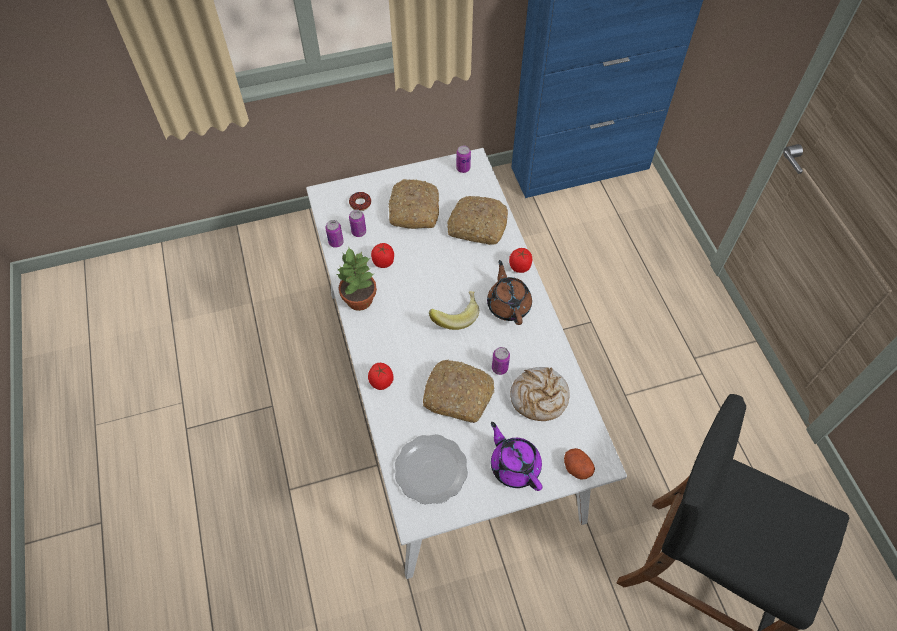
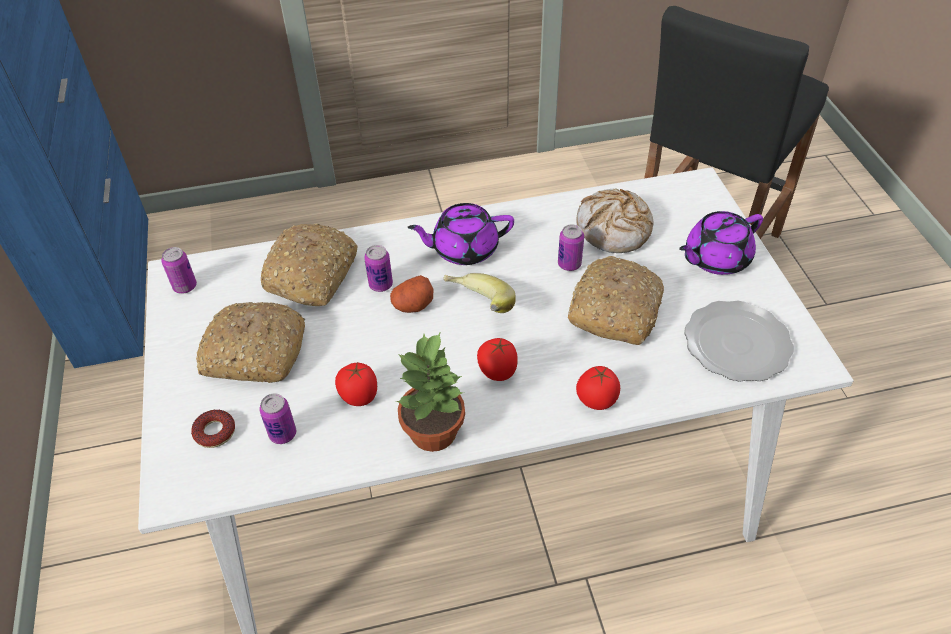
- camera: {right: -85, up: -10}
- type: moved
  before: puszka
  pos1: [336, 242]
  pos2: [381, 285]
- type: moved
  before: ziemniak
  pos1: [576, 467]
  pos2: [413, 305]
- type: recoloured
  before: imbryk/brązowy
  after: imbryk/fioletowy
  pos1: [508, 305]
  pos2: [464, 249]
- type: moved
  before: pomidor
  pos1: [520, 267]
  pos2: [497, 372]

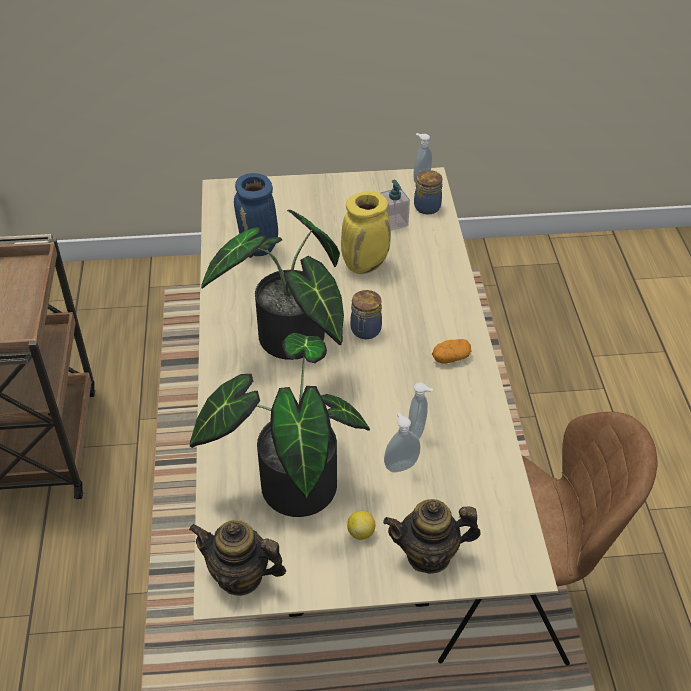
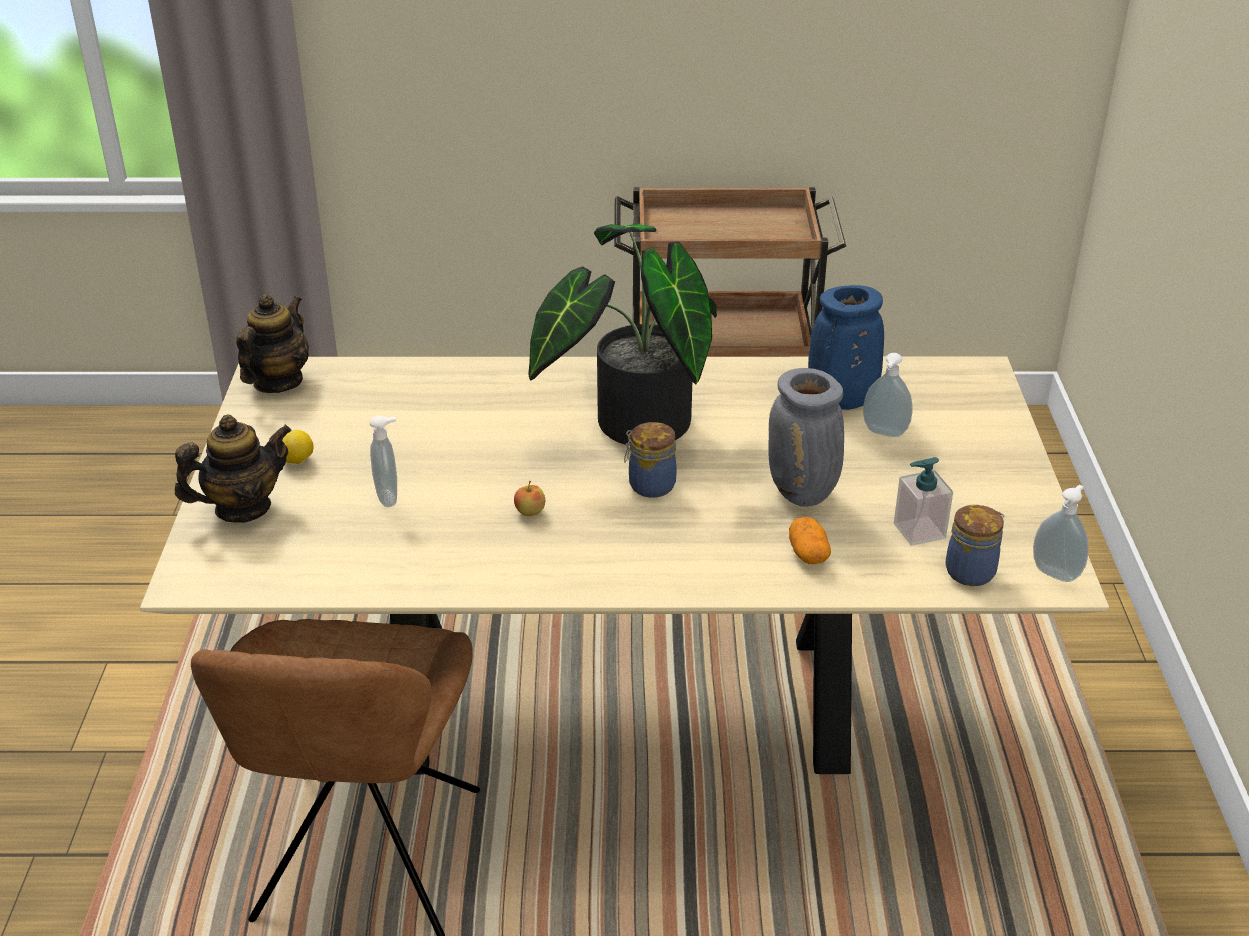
- camera: {right: 95, up: -10}
- type: turned
  before: imbryk
  pos1: [429, 555]
  pos2: [242, 508]
  turn: 60
- type: added
  after: jabłko
  pos2: [530, 512]
- type: recoloured
  before: wazon/żółty
  after: wazon/szary
  pos1: [365, 265]
  pos2: [803, 494]
- type: moved
  before: ziemniak
  pos1: [450, 358]
  pos2: [808, 553]
- type: moved
  before: dozownik mydła
  pos1: [418, 432]
  pos2: [884, 433]
- type: removed
  before: roślina doniczkowa
  pos1: [290, 483]

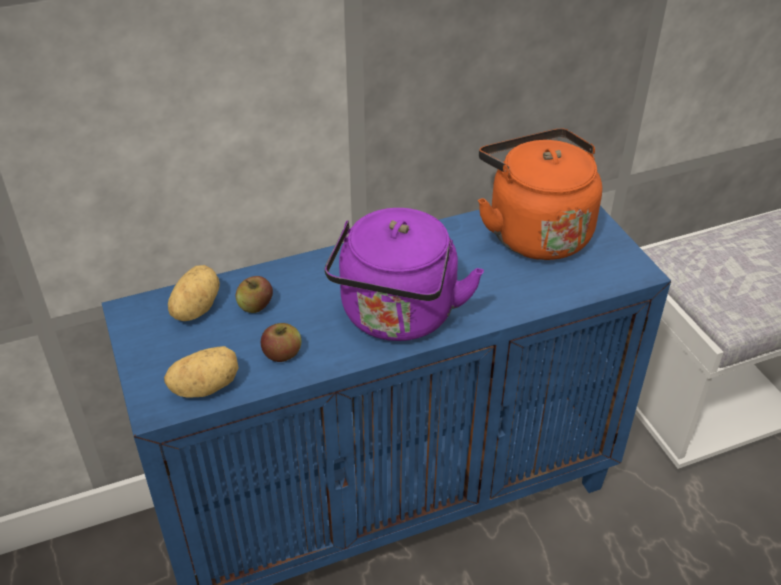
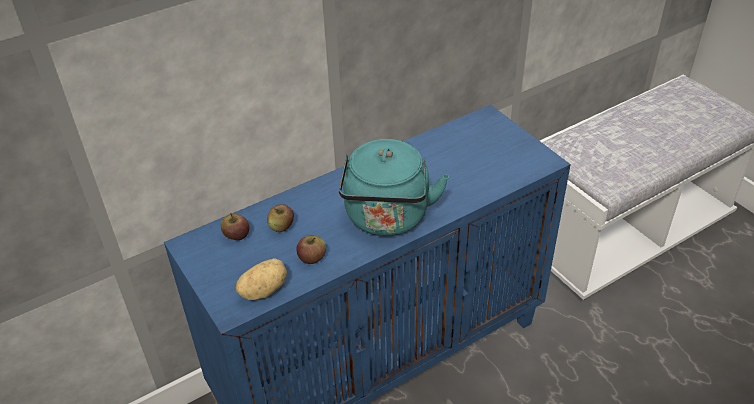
- camera: {right: -10, up: 0}
- type: replaced
  before: ziemniak
  after: jabłko
  pos1: [194, 309]
  pos2: [236, 235]
- type: recoloured
  before: czajnik/fioletowy
  after: czajnik/turkusowy
  pos1: [397, 317]
  pos2: [387, 219]
- type: removed
  before: czajnik/pomarańczowy
  pos1: [534, 231]

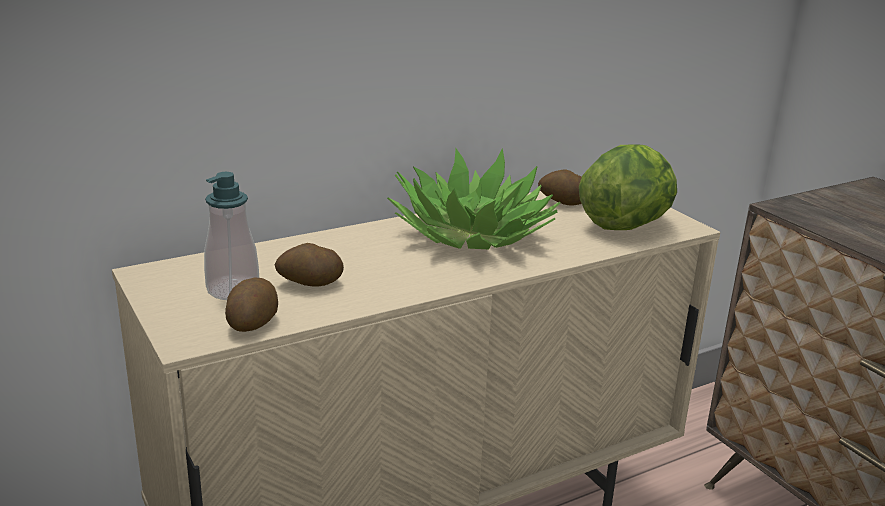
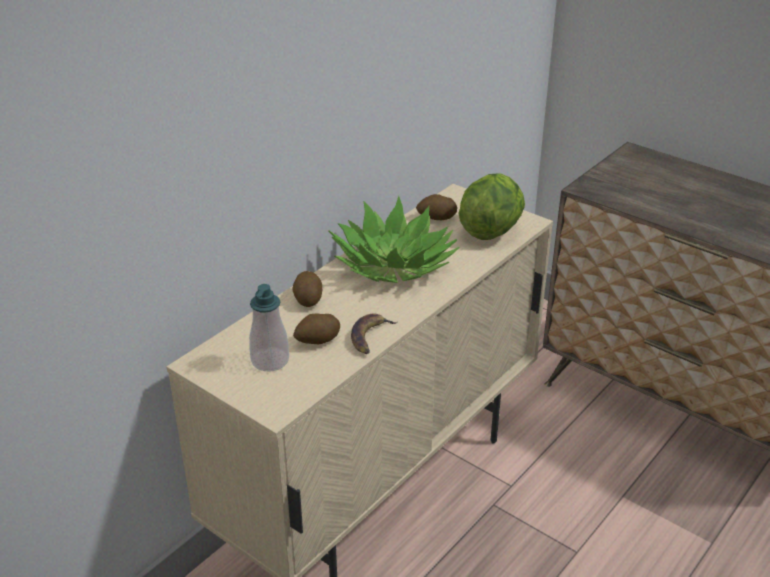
- camera: {right: -20, up: 10}
- type: moved
  before: ziemniak
  pos1: [252, 322]
  pos2: [308, 299]
- type: added
  after: banan
  pos2: [370, 337]

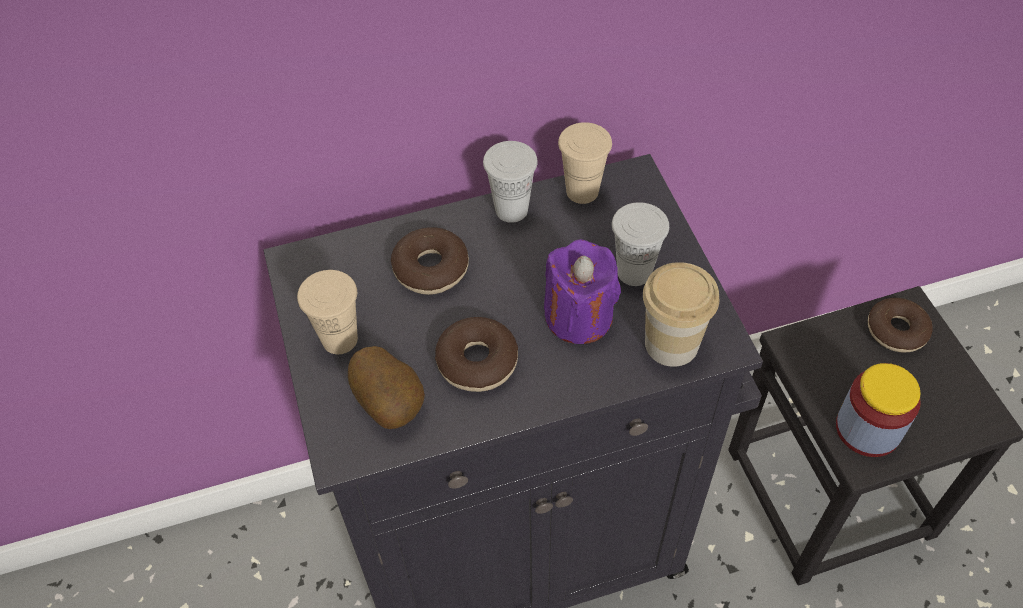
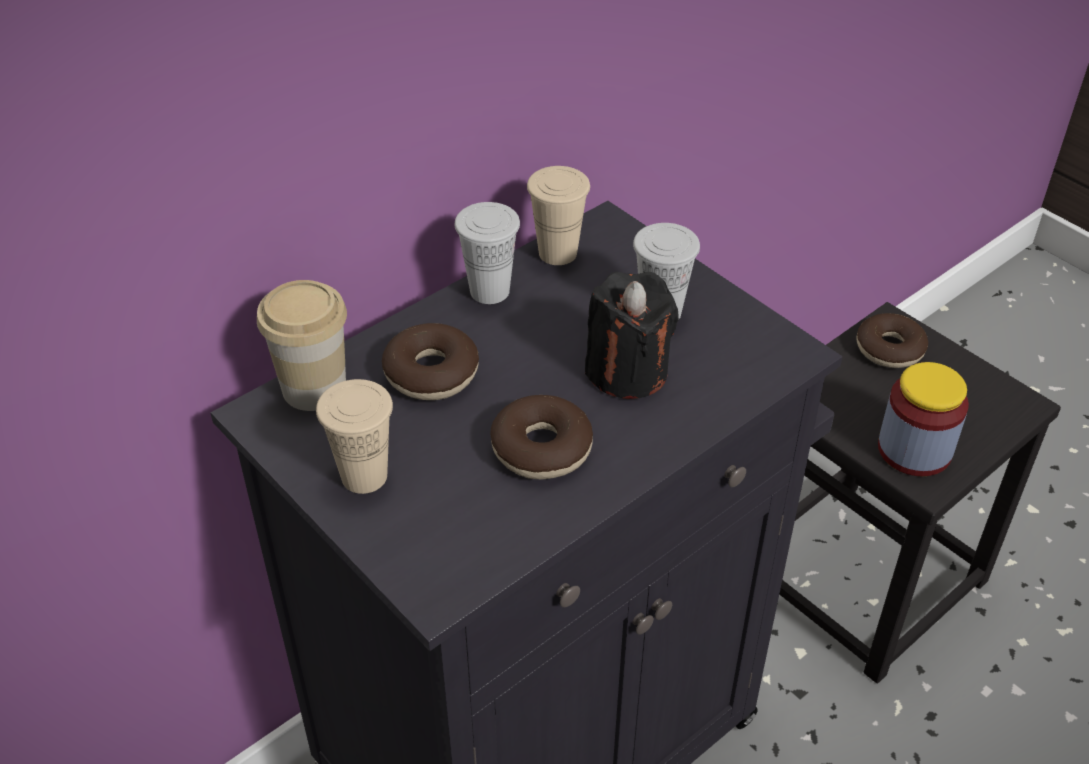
- camera: {right: -25, up: -10}
- type: moved
  before: filiżanka
  pos1: [671, 344]
  pos2: [314, 388]
- type: recoloured
  before: świeca/fioletowy
  after: świeca/czarny
  pos1: [579, 316]
  pos2: [627, 371]
- type: removed
  before: ziemniak
  pos1: [391, 404]

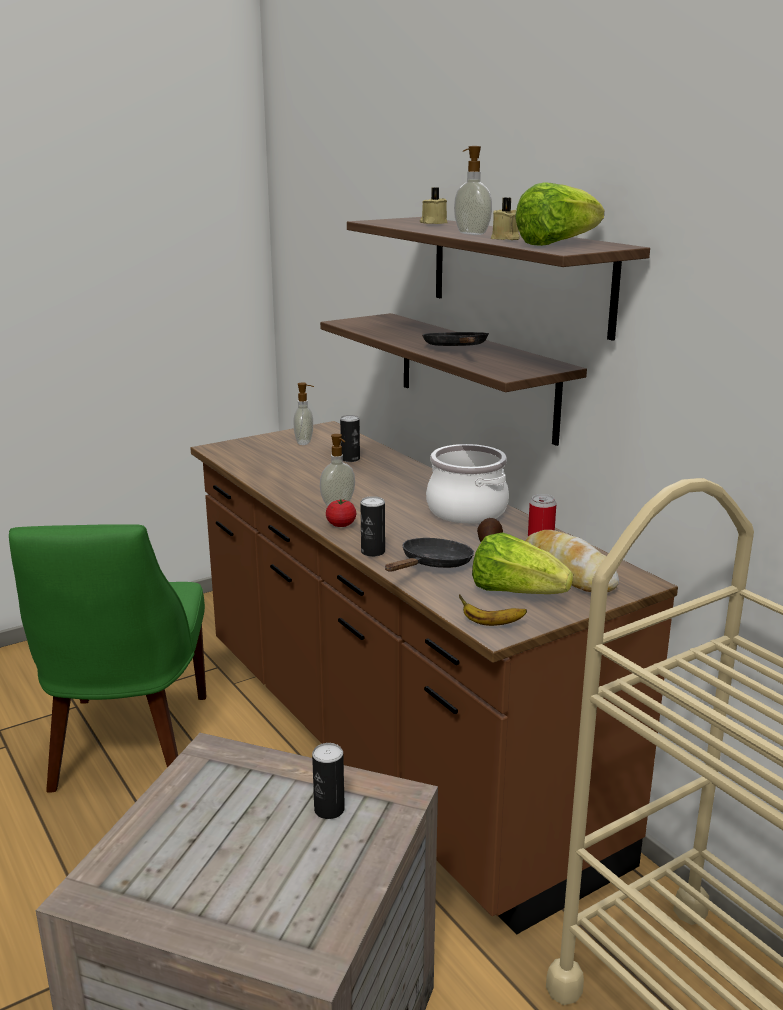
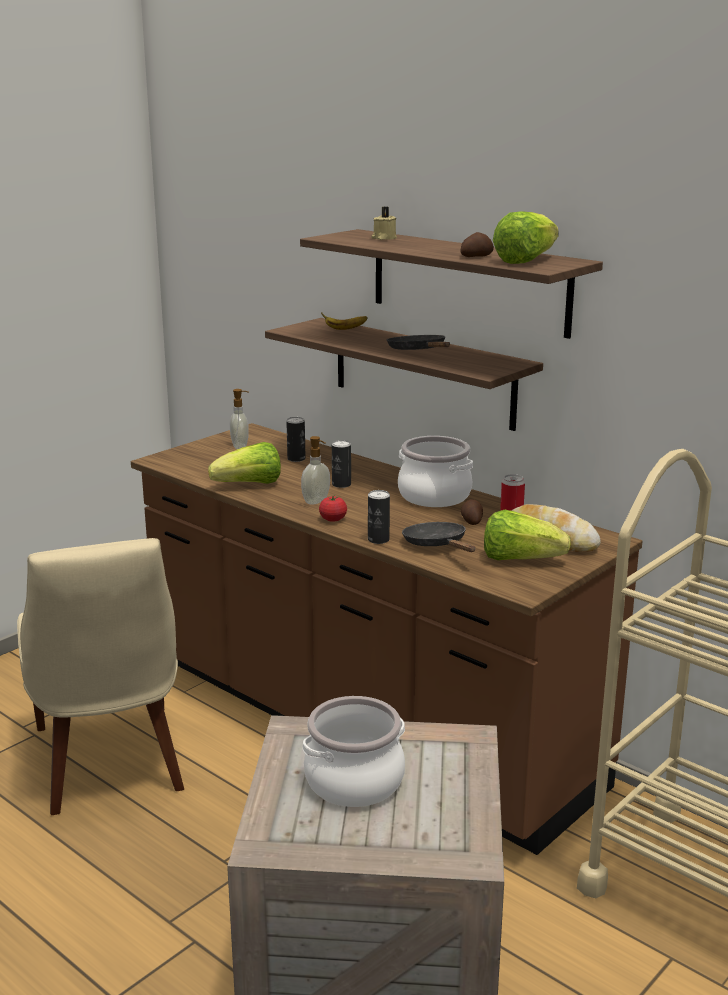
- camera: {right: -15, up: 0}
- type: recoloured
  before: krzesło/zielony
  after: krzesło/beżowy
  pos1: [128, 747]
  pos2: [110, 763]
- type: added
  after: sałata
  pos2: [249, 485]
- type: added
  after: garnek
  pos2: [354, 781]
- type: moved
  before: banan
  pos1: [491, 623]
  pos2: [344, 329]
- type: moved
  before: puszka
  pos1: [329, 809]
  pos2: [341, 484]
- type: turned
  before: patelnia/czarny
  pos1: [433, 565]
  pos2: [437, 545]
  turn: -45
- type: replaced
  before: świeca/beżowy
  after: ziemniak
  pos1: [505, 238]
  pos2: [476, 256]
- type: removed
  before: dozownik mydła
  pos1: [471, 234]

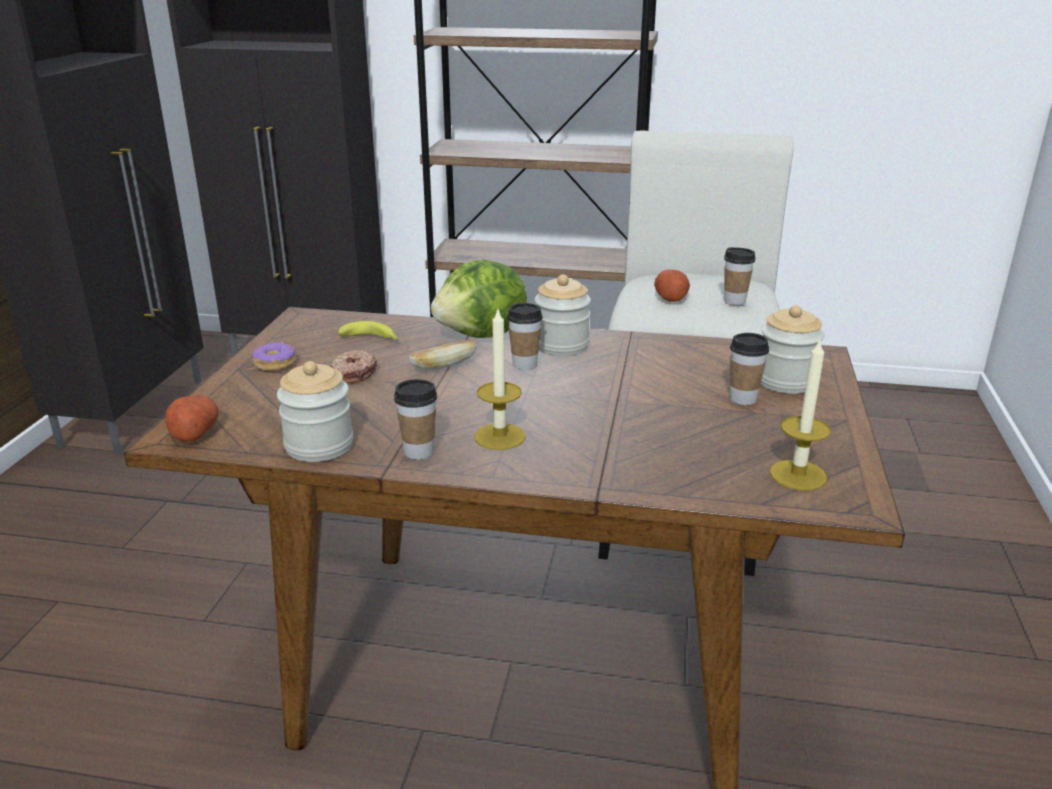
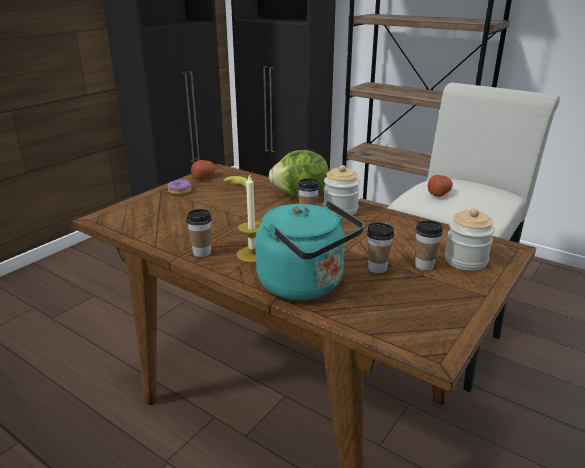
- camera: {right: 25, up: 0}
- type: moved
  before: ziemniak
  pos1: [194, 432]
  pos2: [203, 177]
- type: added
  after: czajnik/turkusowy
  pos2: [305, 285]
- type: moved
  before: filiżanka
  pos1: [734, 301]
  pos2: [377, 268]
- type: removed
  before: słoik
  pos1: [319, 446]
- type: removed
  before: donut
  pos1: [353, 373]
- type: removed
  before: chleb
  pos1: [444, 366]
- type: removed
  before: świeca
  pos1: [798, 475]

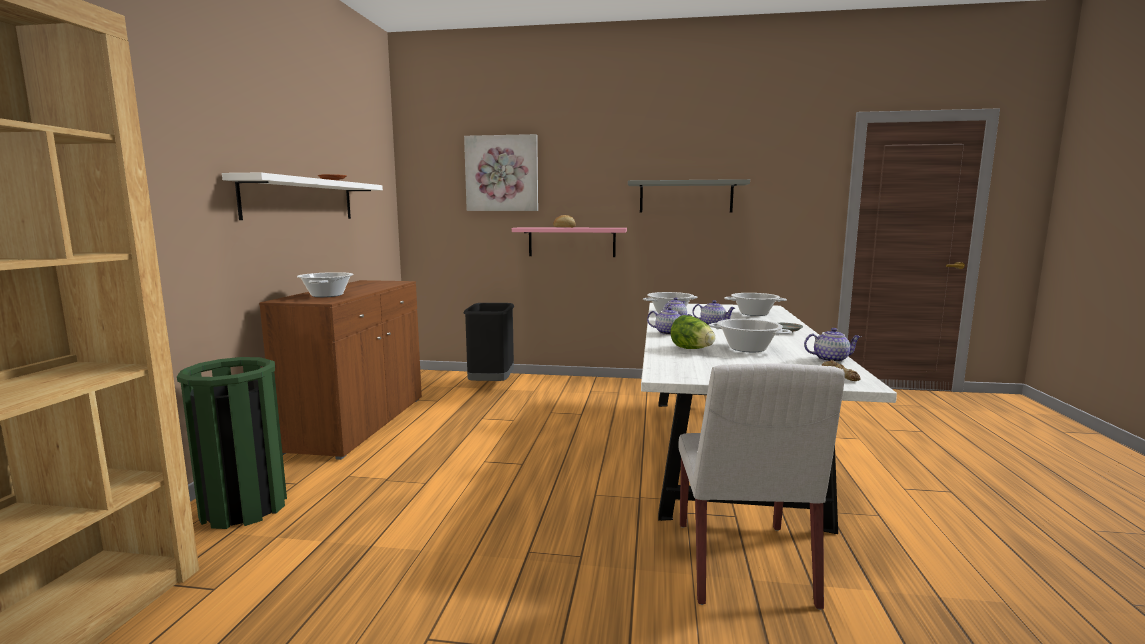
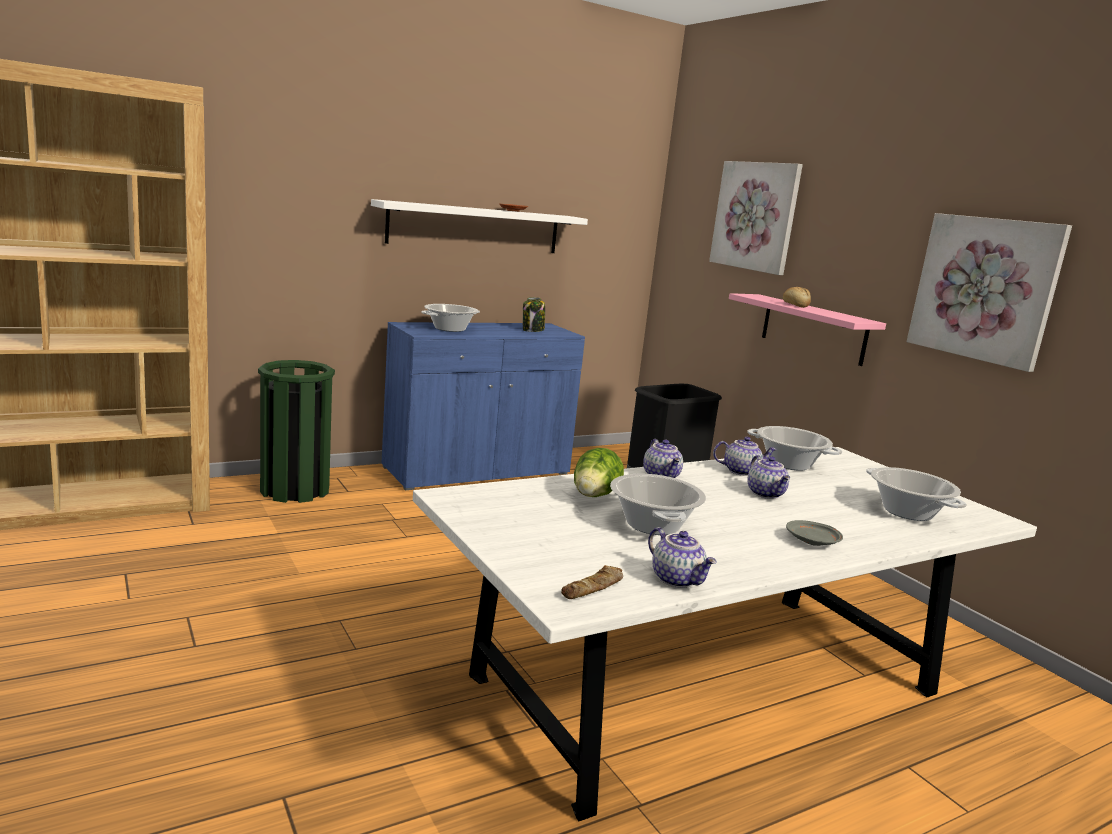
- camera: {right: 50, up: 5}
- type: recoloured
  before: szafka/brązowy
  after: szafka/niebieski
  pos1: [358, 424]
  pos2: [477, 471]
- type: added
  after: słoik
  pos2: [533, 330]
- type: replaced
  before: półka/szary
  after: obraz
  pos1: [686, 197]
  pos2: [985, 289]
- type: removed
  before: krzesło/biały
  pos1: [743, 564]

